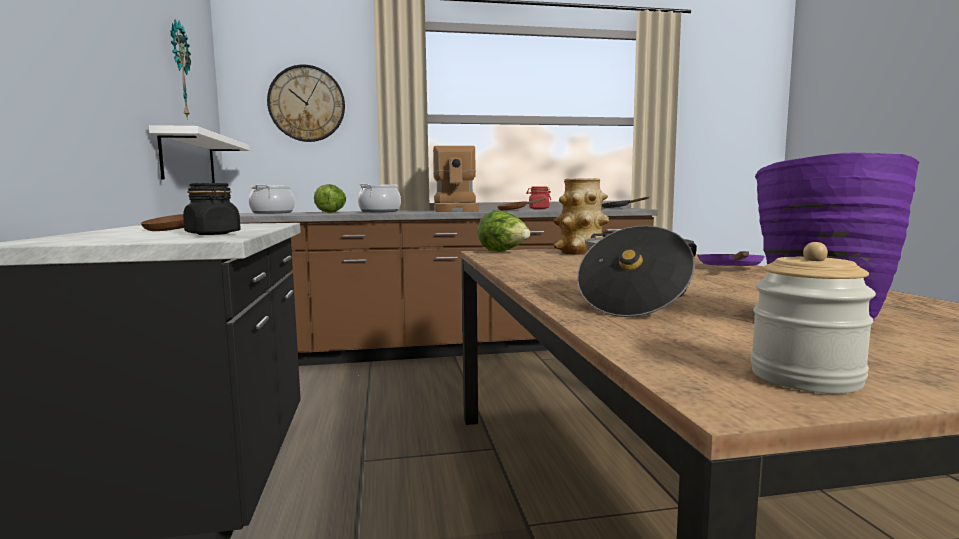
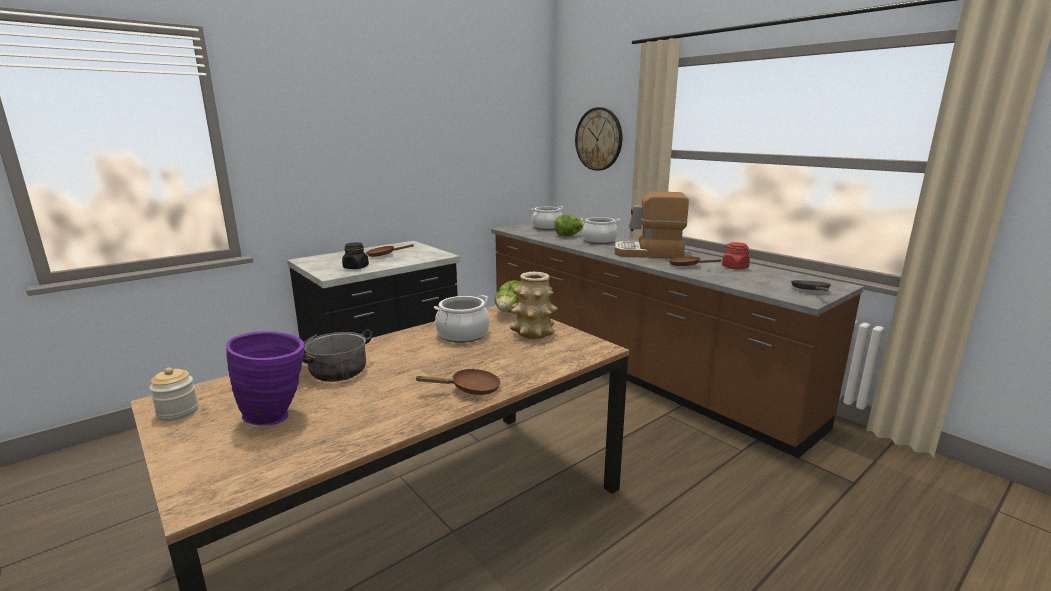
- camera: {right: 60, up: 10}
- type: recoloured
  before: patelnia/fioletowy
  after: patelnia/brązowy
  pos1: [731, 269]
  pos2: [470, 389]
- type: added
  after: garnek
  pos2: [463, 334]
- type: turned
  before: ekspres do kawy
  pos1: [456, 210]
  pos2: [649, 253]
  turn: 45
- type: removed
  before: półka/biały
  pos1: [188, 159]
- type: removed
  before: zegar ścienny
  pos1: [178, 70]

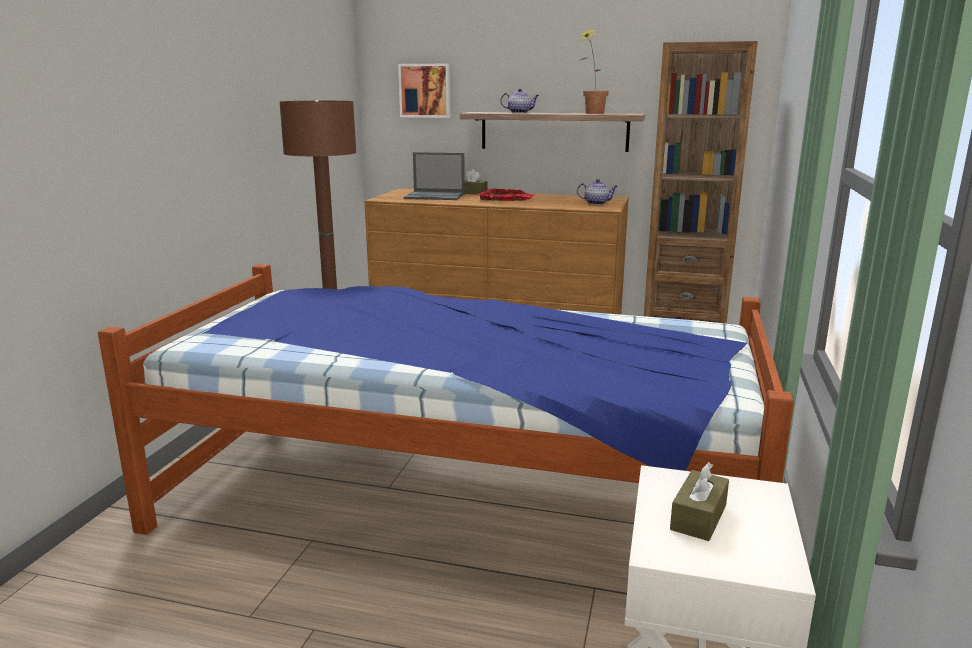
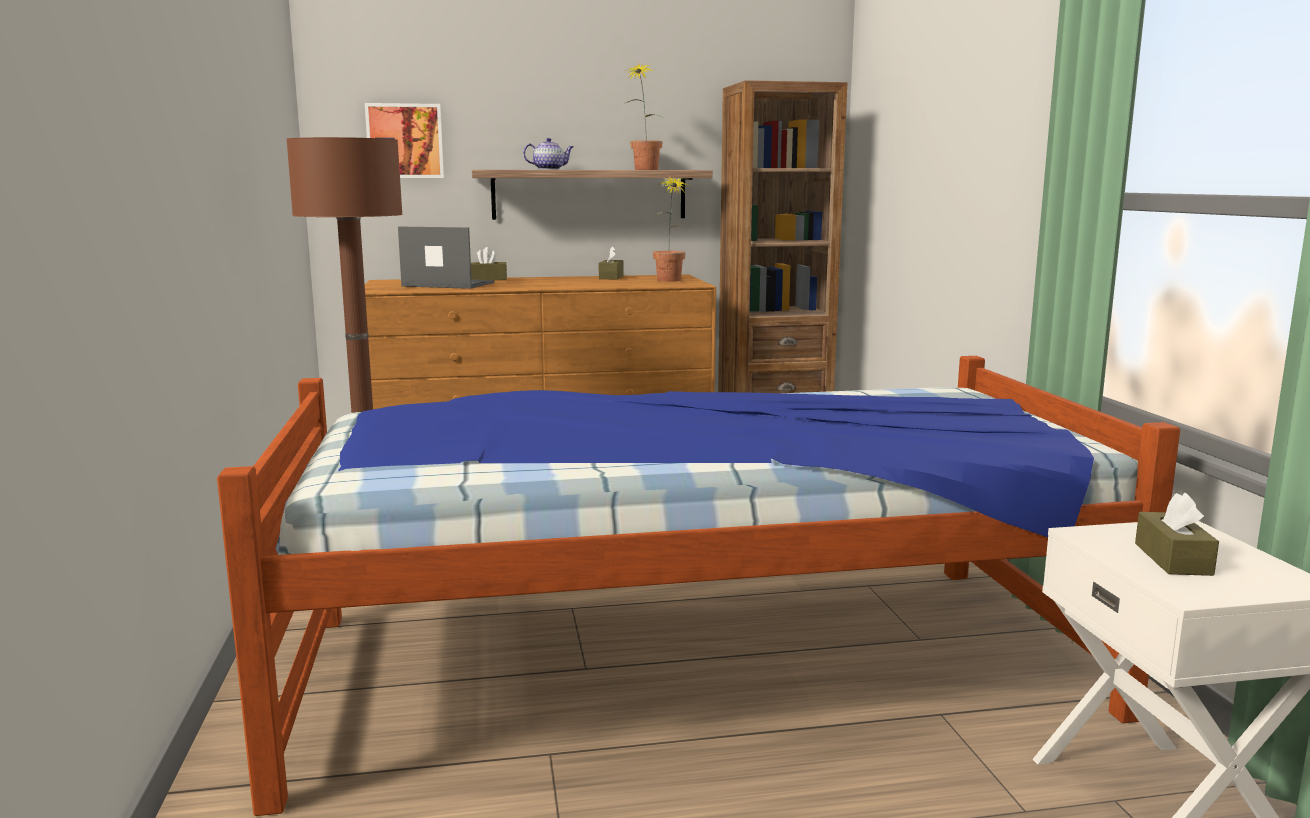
- camera: {right: -25, up: -5}
- type: turned
  before: laptop
  pos1: [435, 196]
  pos2: [447, 284]
  turn: -150
- type: added
  after: pudełko chusteczek/brązowy
  pos2: [611, 277]
- type: replaced
  before: imbryk
  after: roślina doniczkowa
  pos1: [597, 203]
  pos2: [670, 281]
- type: removed
  before: taca/czerwony
  pos1: [507, 198]

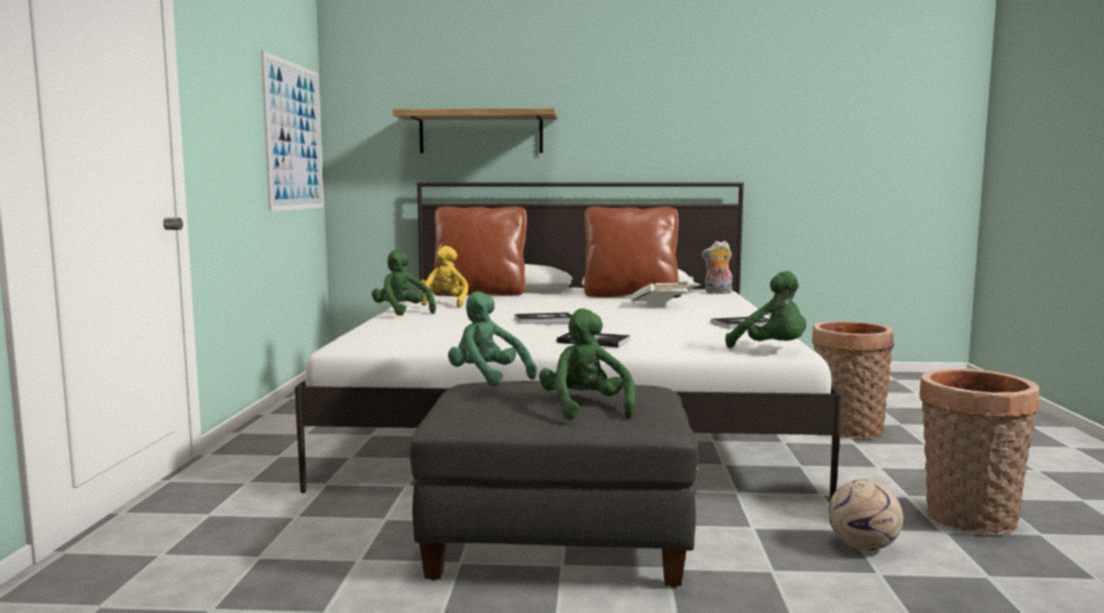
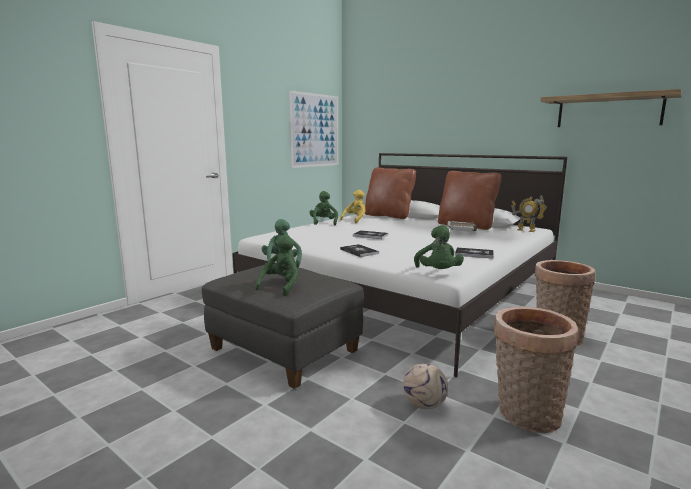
- camera: {right: 35, up: 5}
- type: replaced
  before: pluszak
  after: robot zabawkowy
  pos1: [717, 293]
  pos2: [526, 230]
- type: moved
  before: półka
  pos1: [481, 133]
  pos2: [608, 111]

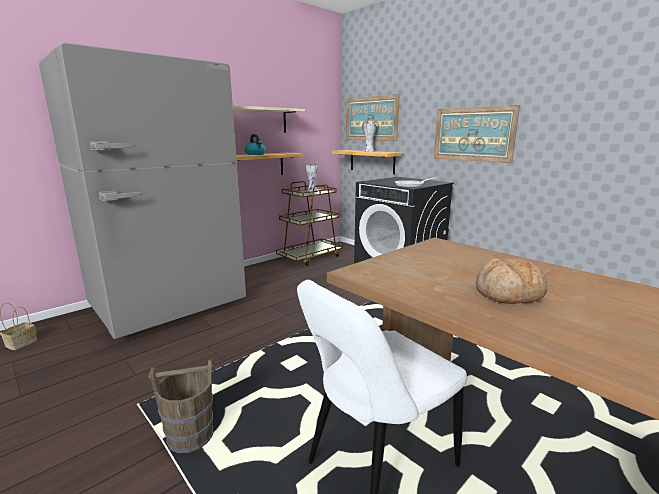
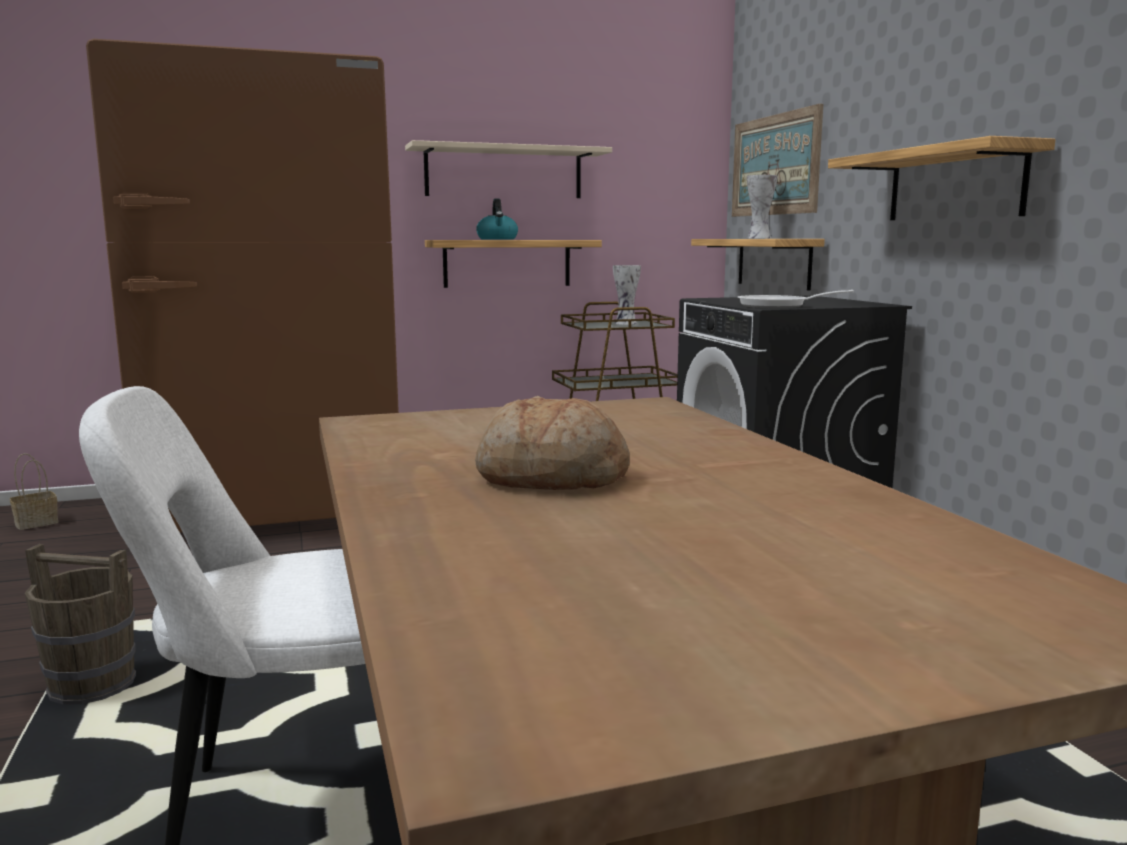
- camera: {right: 25, up: -5}
- type: recoloured
  before: lodówka/szary
  after: lodówka/brązowy
  pos1: [169, 306]
  pos2: [277, 509]
- type: replaced
  before: obraz
  after: półka
  pos1: [473, 134]
  pos2: [955, 185]

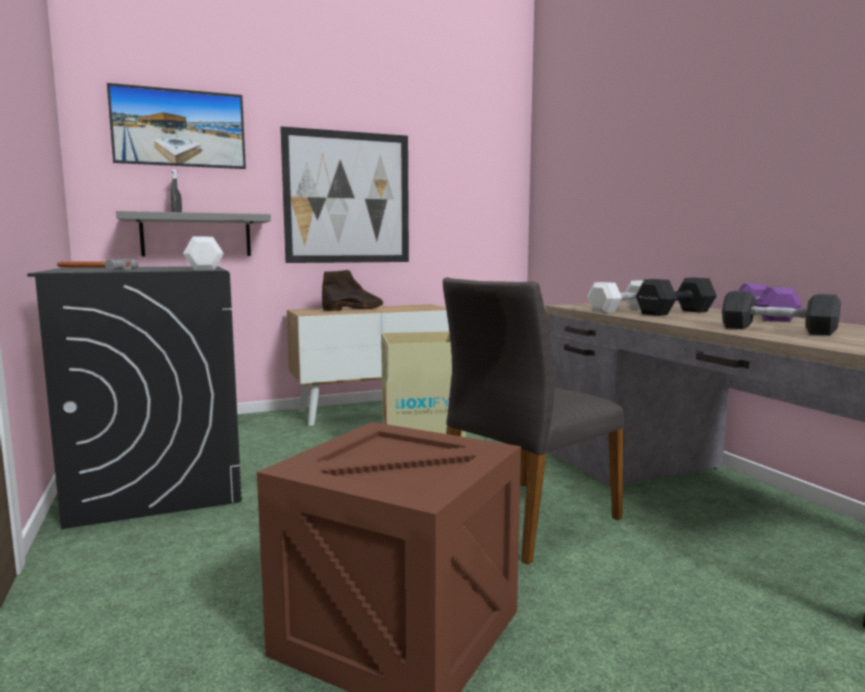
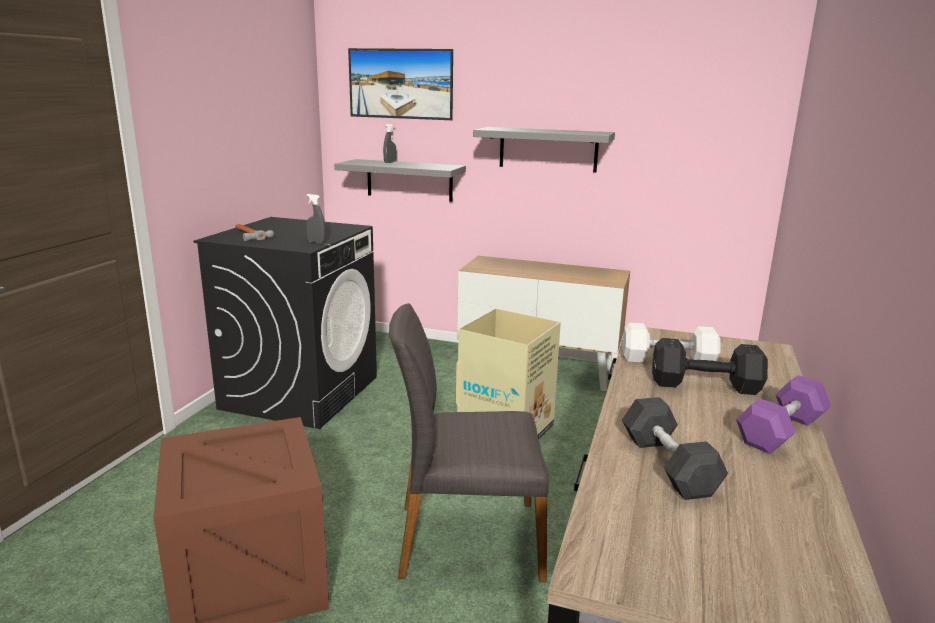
- camera: {right: 40, up: 10}
- type: replaced
  before: hantel/biały
  after: spryskiwacz/szary
  pos1: [205, 268]
  pos2: [316, 242]
- type: replaced
  before: obraz
  after: półka/szary
  pos1: [347, 198]
  pos2: [548, 149]
- type: removed
  before: but z cholewką/brązowy
  pos1: [354, 309]

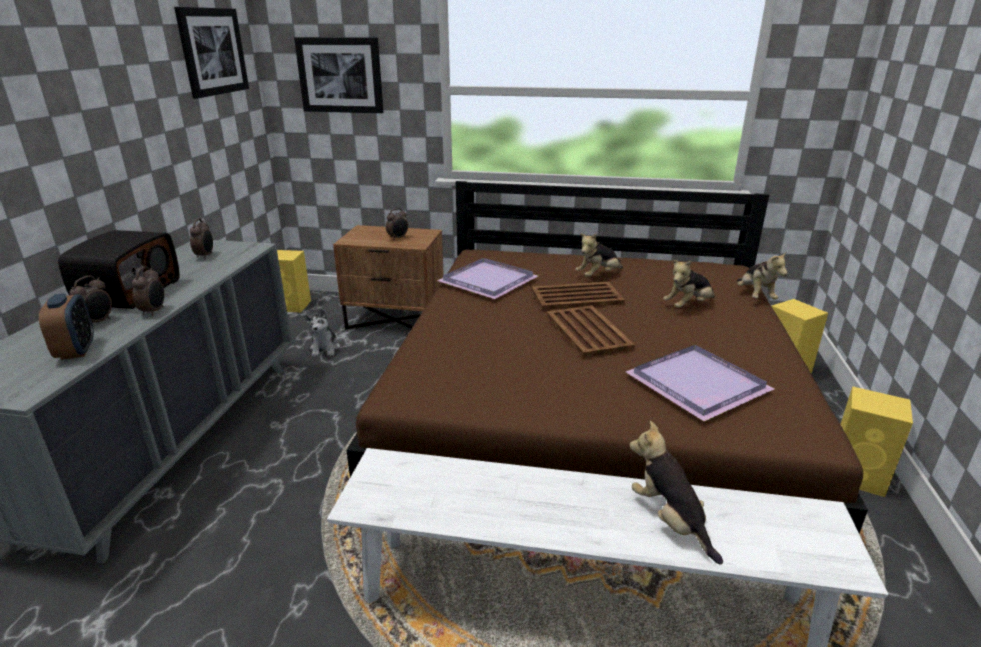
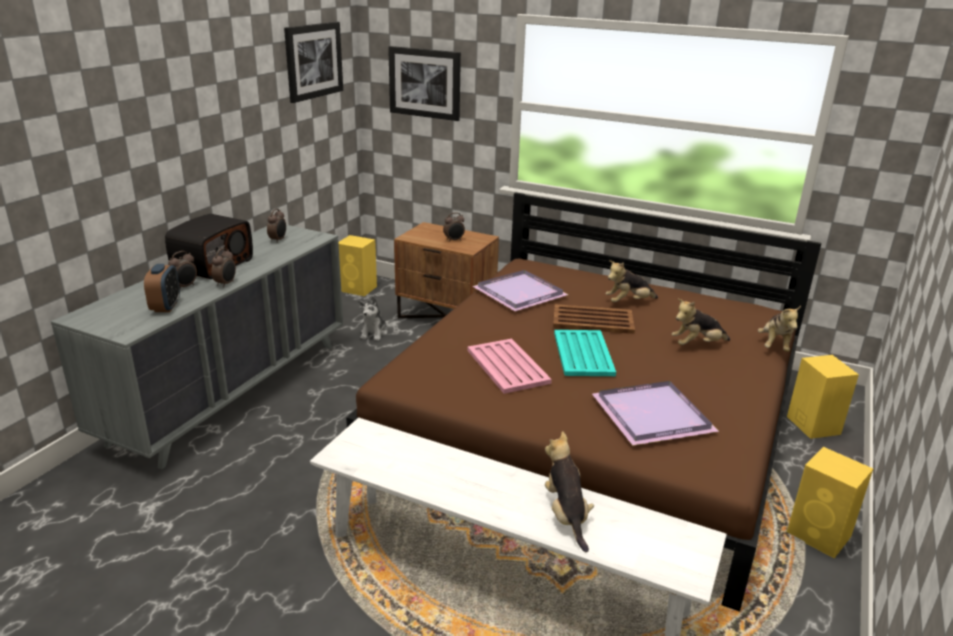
- camera: {right: 15, up: 0}
- type: added
  after: taca/różowy
  pos2: [508, 367]
- type: recoloured
  before: taca/brązowy
  after: taca/turkusowy
  pos1: [587, 331]
  pos2: [583, 353]

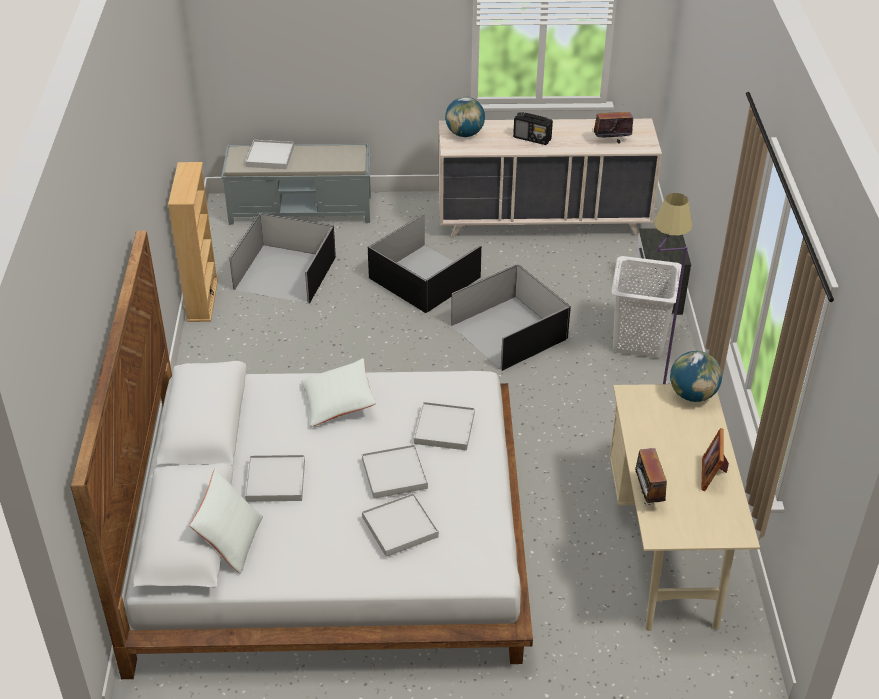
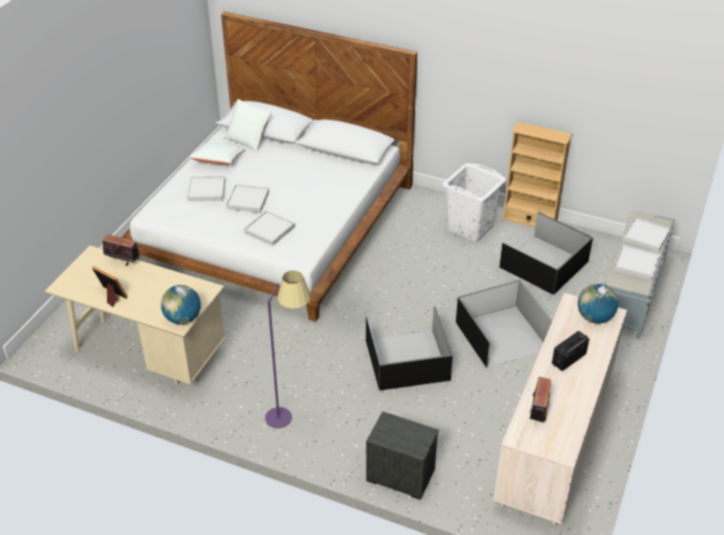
- camera: {right: 115, up: 0}
- type: moved
  before: poduszka/biały
  pos1: [338, 402]
  pos2: [218, 160]
- type: moved
  before: kosz na pranie/biały
  pos1: [638, 340]
  pos2: [470, 228]
- type: moved
  before: taca/biały
  pos1: [276, 480]
  pos2: [637, 264]

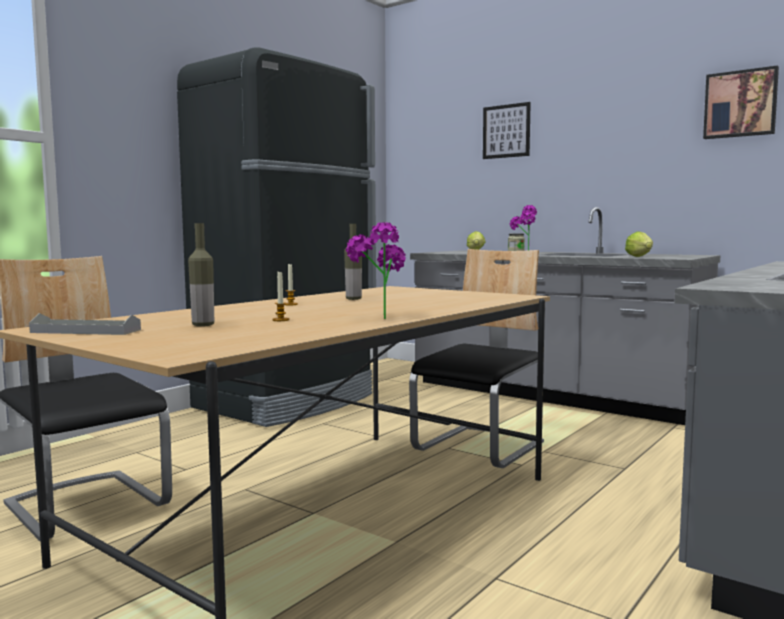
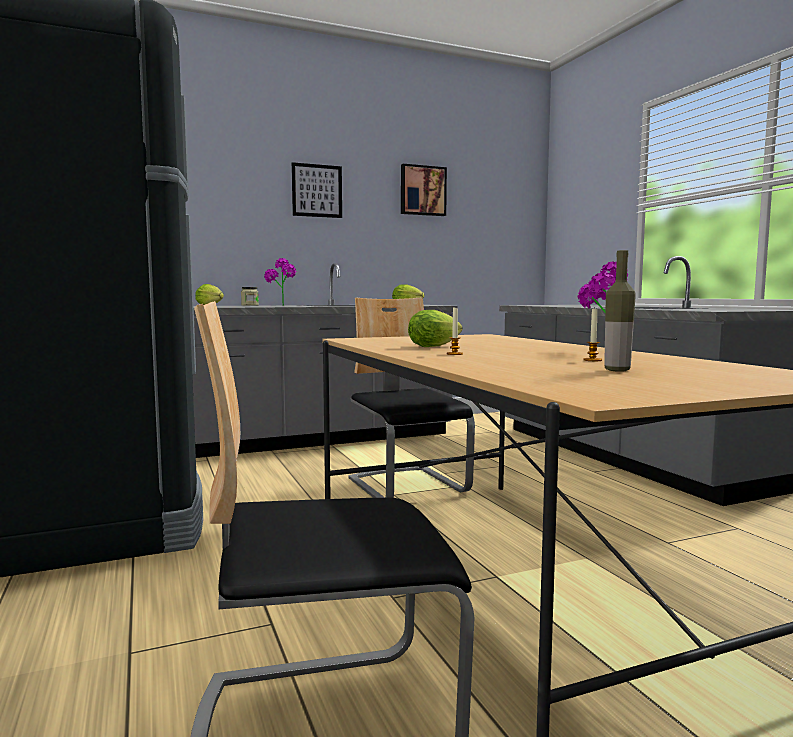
- camera: {right: -60, up: 0}
- type: moved
  before: obraz
  pos1: [506, 131]
  pos2: [317, 191]
- type: replaced
  before: butelka
  after: sałata
  pos1: [353, 299]
  pos2: [436, 346]
- type: removed
  before: taca/szary
  pos1: [86, 331]

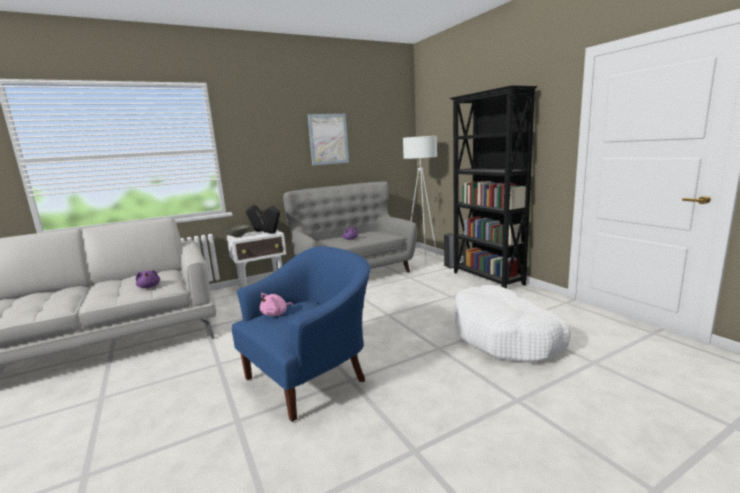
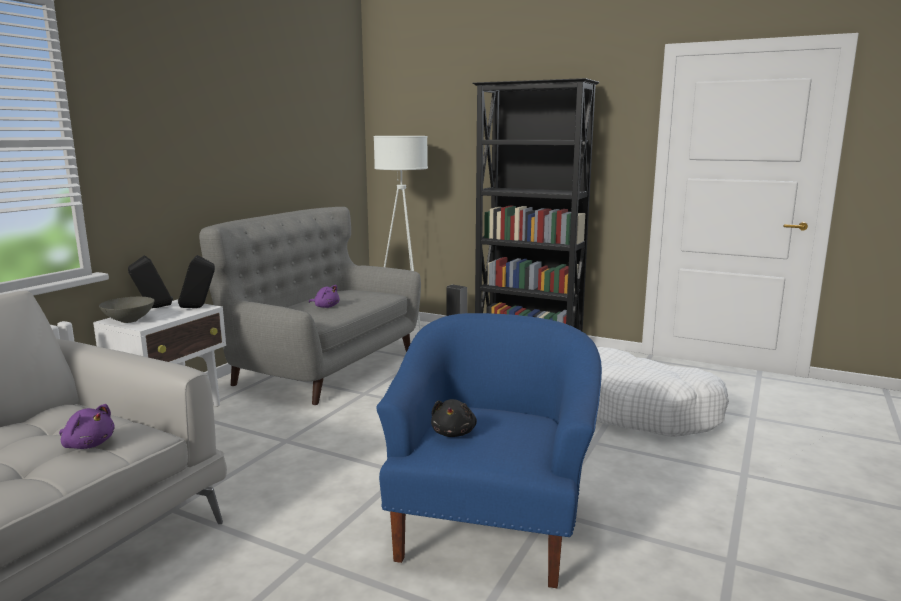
- camera: {right: -35, up: 0}
- type: recoloured
  before: pluszak/różowy
  after: pluszak/czarny
  pos1: [276, 314]
  pos2: [454, 433]
- type: removed
  before: obraz
  pos1: [328, 139]

